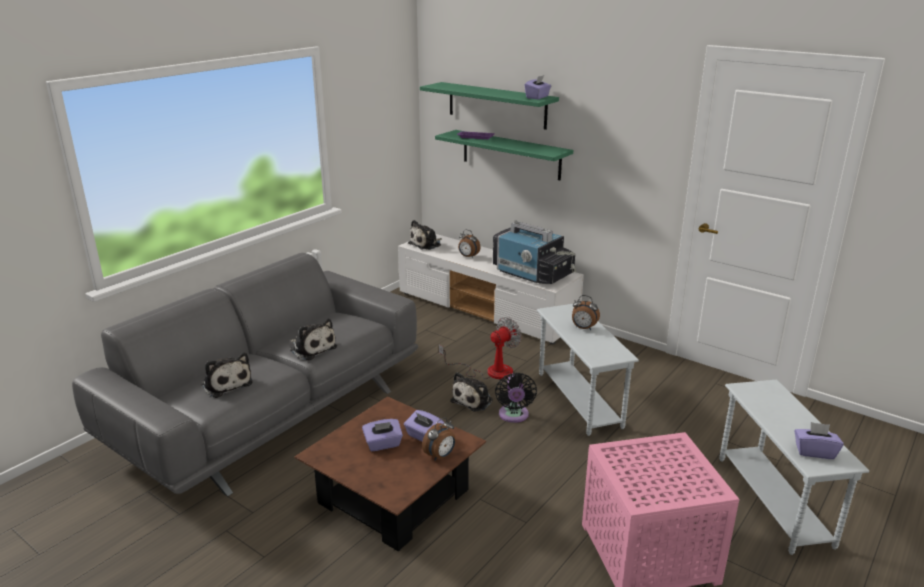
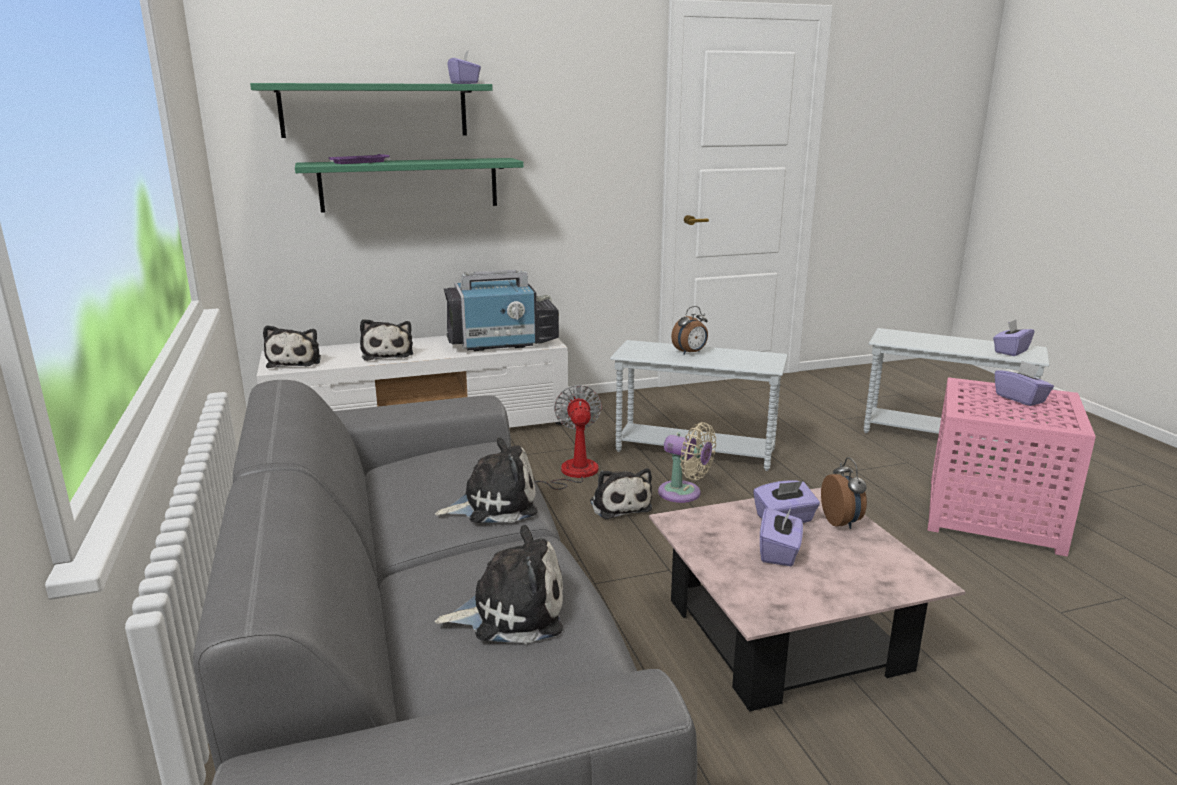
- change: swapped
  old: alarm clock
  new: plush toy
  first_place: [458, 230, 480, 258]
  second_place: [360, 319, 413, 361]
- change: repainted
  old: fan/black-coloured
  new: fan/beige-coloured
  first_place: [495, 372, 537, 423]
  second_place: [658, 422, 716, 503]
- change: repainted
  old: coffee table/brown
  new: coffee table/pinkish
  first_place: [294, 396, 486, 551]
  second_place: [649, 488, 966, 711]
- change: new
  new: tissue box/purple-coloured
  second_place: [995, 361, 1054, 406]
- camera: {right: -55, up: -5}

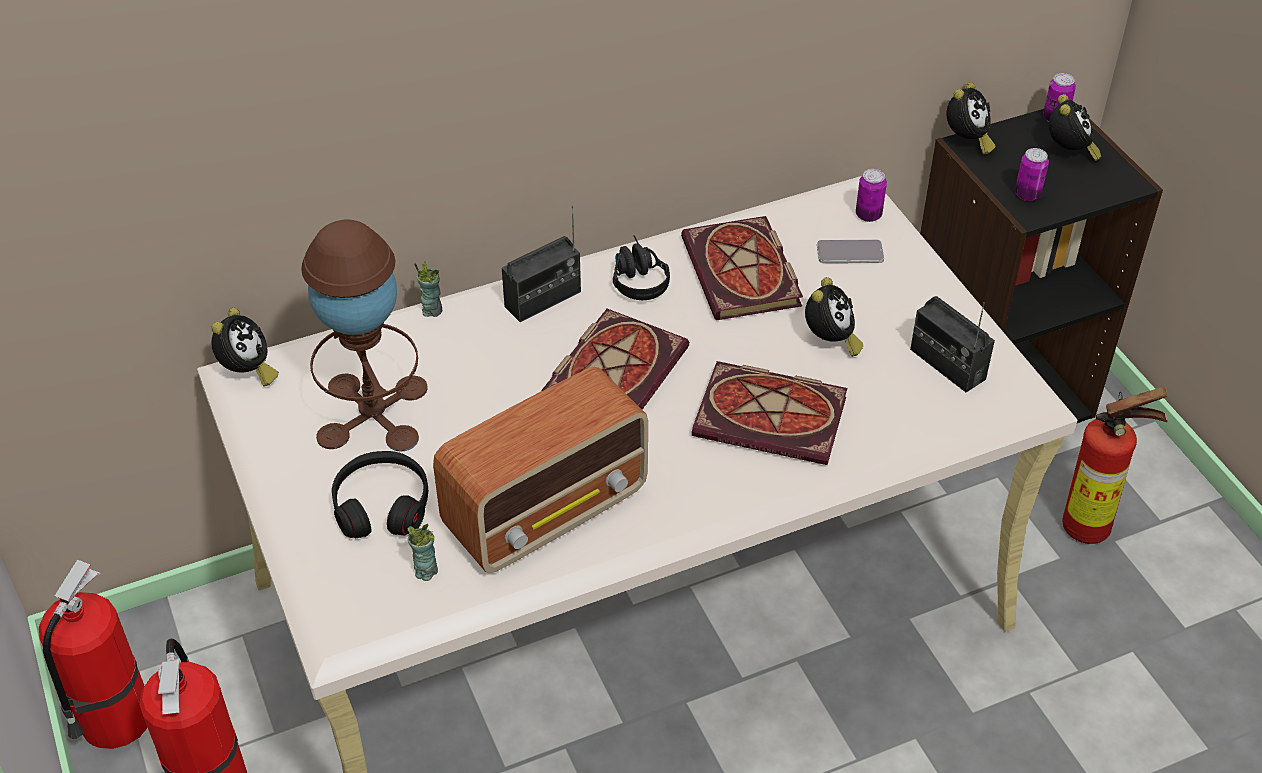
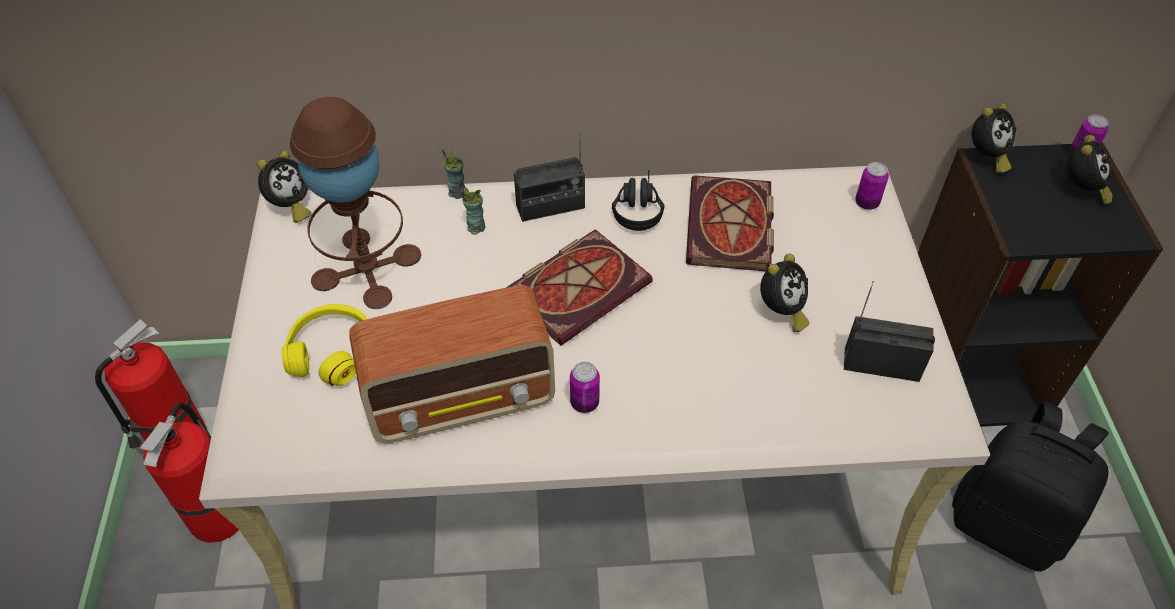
- change: shifted
  old: can
  first_place: [1015, 148, 1049, 201]
  second_place: [570, 362, 600, 413]
- change: gone
  old: telephone
  first_place: [817, 239, 884, 263]
- change: rotated
  old: radio receiver
  first_place: [910, 296, 995, 392]
  second_place: [844, 281, 935, 382]
  degrees: 120
- change: gone
  old: bound book
  first_place: [692, 361, 847, 465]
- change: swapped
  old: fire extinguisher
  new: backpack/black-coloured
  first_place: [1062, 387, 1167, 544]
  second_place: [952, 401, 1109, 572]
- change: repainted
  old: headphones/black-coloured
  new: headphones/yellow-coloured
  first_place: [332, 451, 428, 539]
  second_place: [282, 304, 367, 386]
- change: shifted
  old: drinking cup
  first_place: [407, 524, 438, 581]
  second_place: [461, 187, 485, 235]
- camera: {right: 20, up: 5}

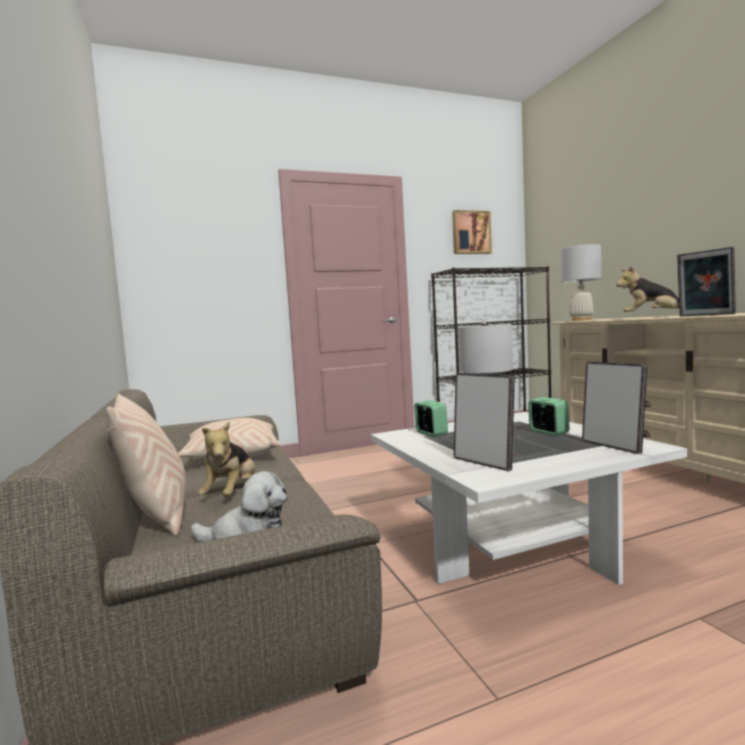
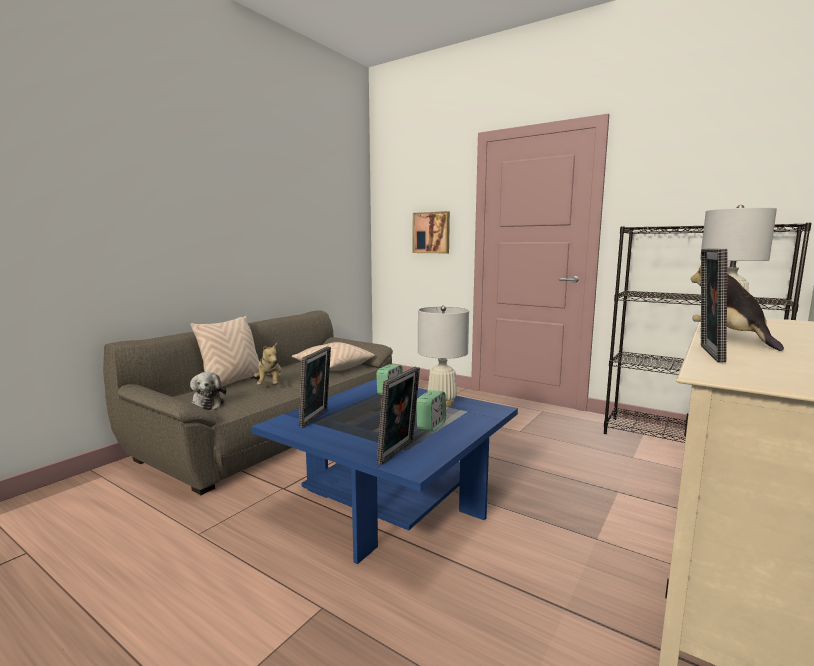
- change: shifted
  old: wall picture
  first_place: [452, 210, 492, 254]
  second_place: [413, 211, 450, 253]
- change: repainted
  old: coffee table/white-coloured
  new: coffee table/blue
  first_place: [371, 412, 687, 585]
  second_place: [251, 379, 518, 564]
- change: rotated
  old: plush toy
  first_place: [198, 422, 255, 496]
  second_place: [254, 343, 281, 385]
  degrees: -75
- camera: {right: 55, up: 5}

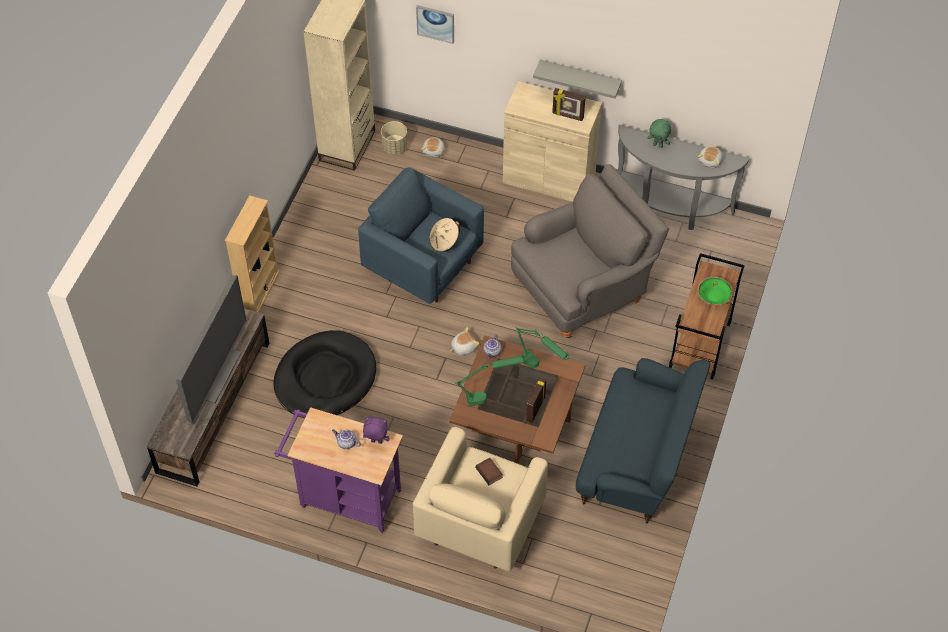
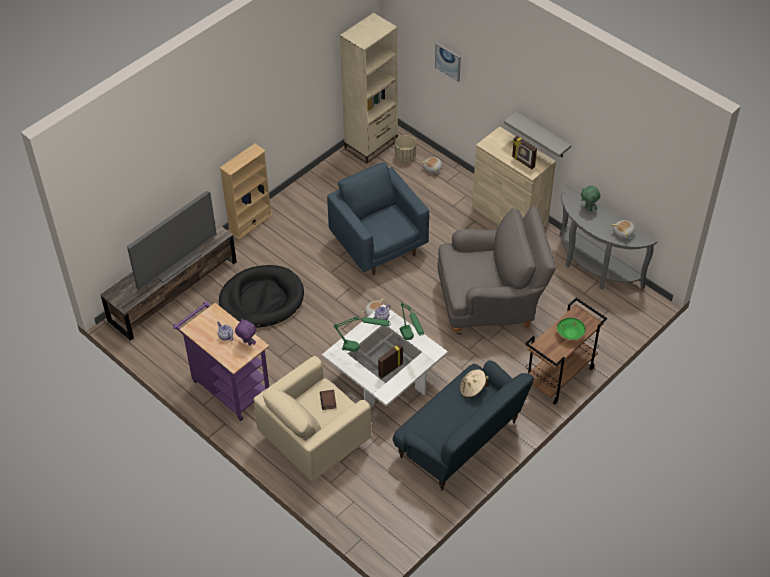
- change: shifted
  old: clothing hat/beige-coloured
  first_place: [429, 218, 460, 252]
  second_place: [460, 369, 489, 398]
- change: repainted
  old: coffee table/brown
  new: coffee table/white-coloured
  first_place: [449, 336, 585, 464]
  second_place: [322, 304, 448, 408]
- camera: {right: 25, up: -5}

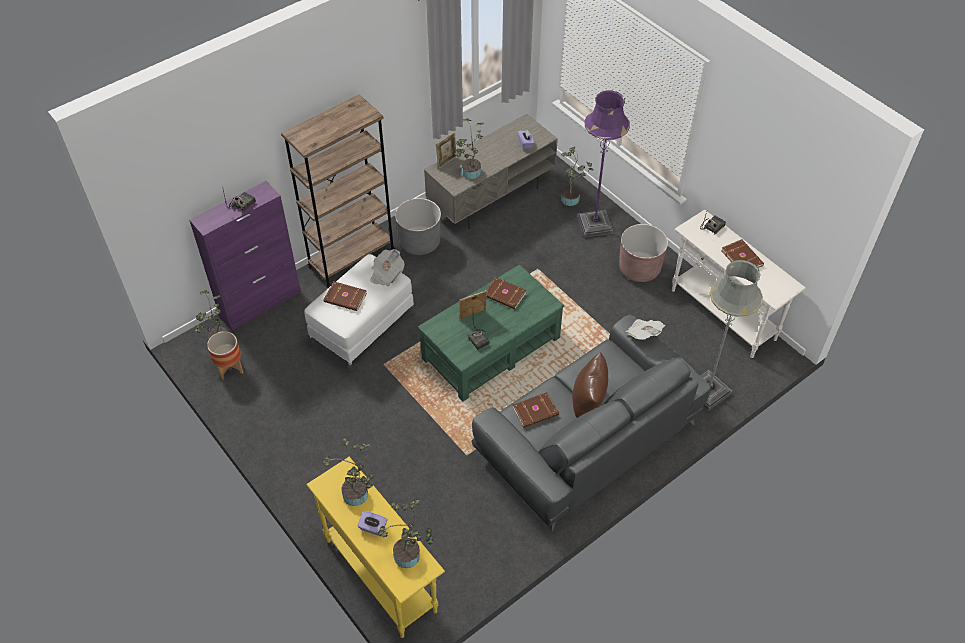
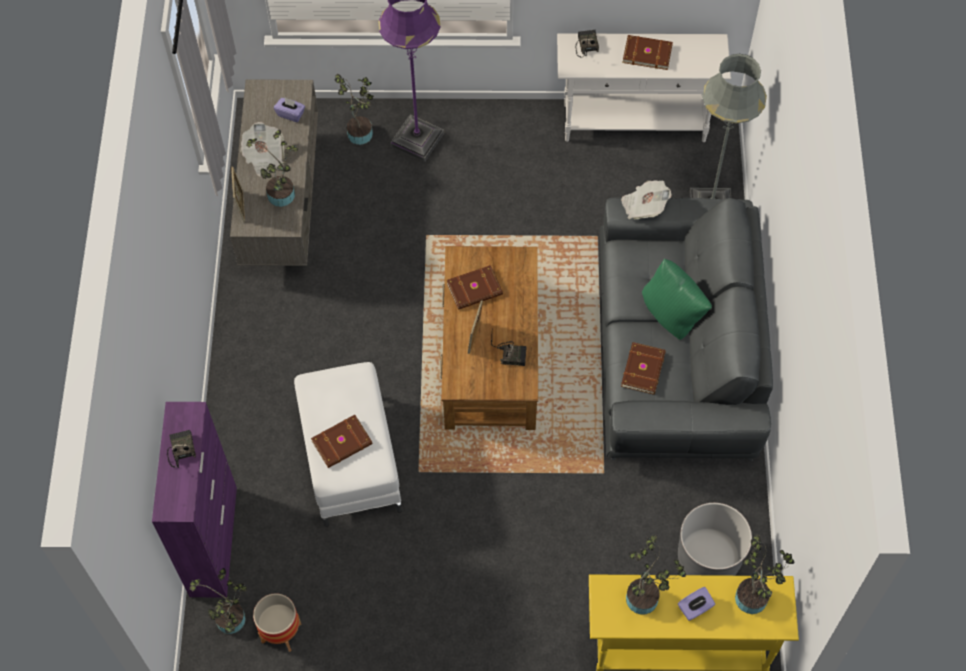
- change: gone
  old: bookshelf/brown
  first_place: [281, 95, 395, 288]
- change: shifted
  old: flower pot/gray
  first_place: [395, 198, 441, 255]
  second_place: [678, 503, 752, 576]
- change: gone
  old: flower pot/brown
  first_place: [619, 224, 668, 282]
- change: shifted
  old: daily paper
  first_place: [370, 249, 404, 286]
  second_place: [240, 122, 285, 177]
- change: repainted
  old: coffee table/green-coloured
  new: coffee table/brown
  first_place: [418, 264, 564, 401]
  second_place: [440, 246, 538, 430]
- change: repainted
  old: pillow/brown
  new: pillow/green-coloured
  first_place: [572, 352, 608, 418]
  second_place: [642, 258, 712, 340]
- camera: {right: -50, up: 10}

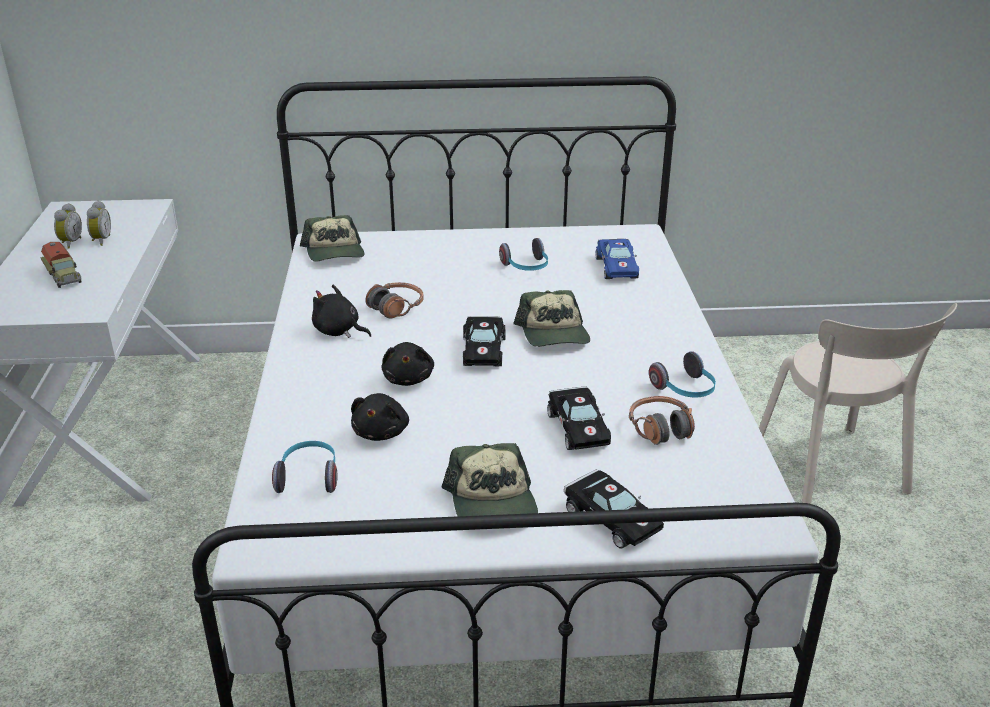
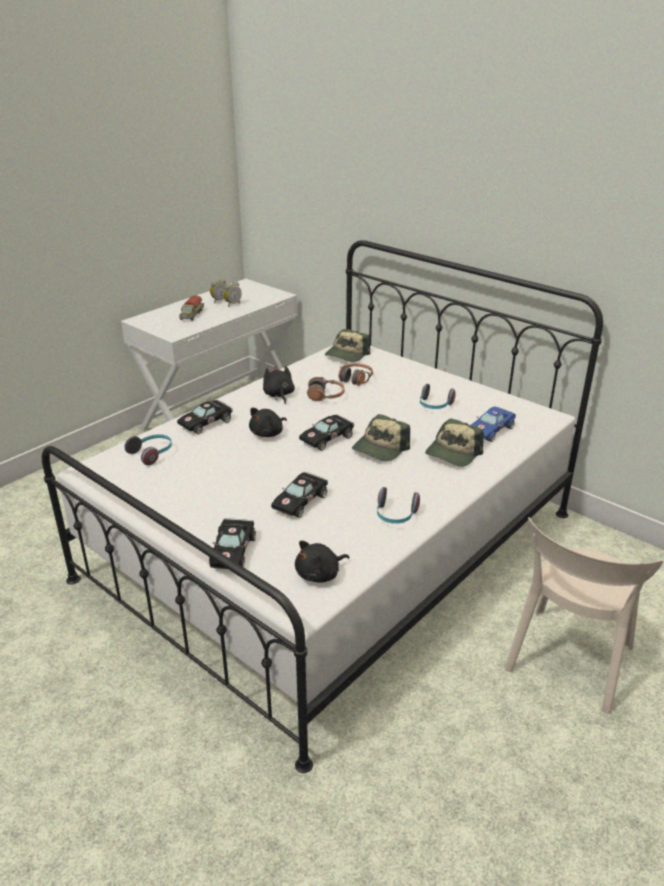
- change: shifted
  old: plush toy/black-coloured
  first_place: [351, 393, 409, 441]
  second_place: [295, 541, 349, 583]
- change: shifted
  old: headphones
  first_place: [629, 396, 695, 445]
  second_place: [338, 363, 373, 386]
- change: shifted
  old: cap
  first_place: [442, 443, 538, 516]
  second_place: [425, 418, 484, 467]
- change: new
  new: miniature car/black-coloured
  second_place: [177, 400, 233, 434]
- camera: {right: 45, up: 0}

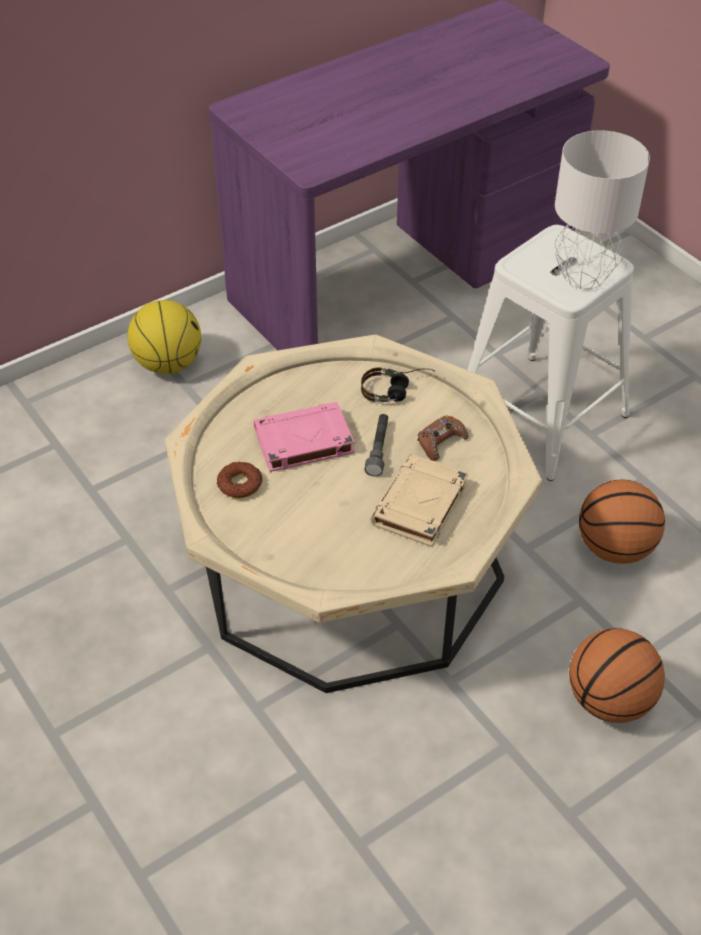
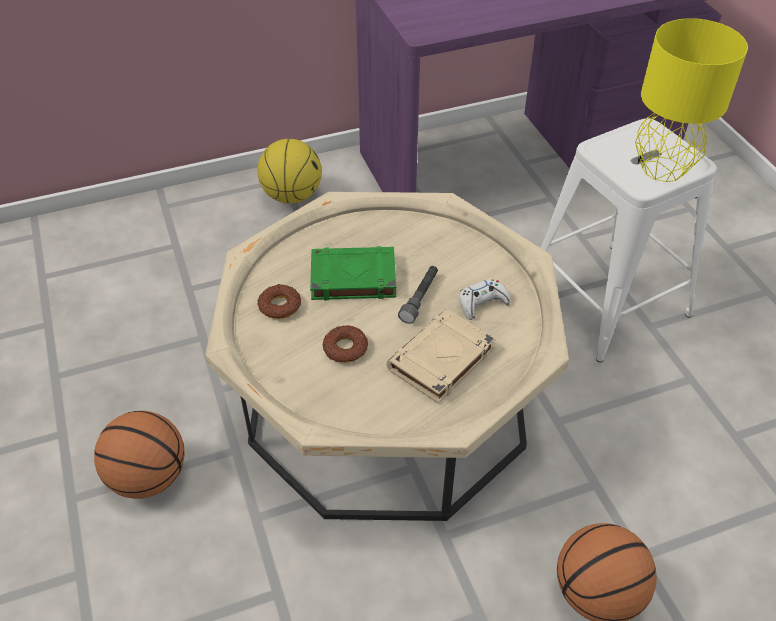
- change: repainted
  old: table lamp/white-coloured
  new: table lamp/yellow-coloured
  first_place: [554, 130, 650, 289]
  second_place: [635, 18, 748, 182]
- change: gone
  old: headphones
  first_place: [361, 367, 436, 402]
- change: repainted
  old: bound book/pinkish
  new: bound book/green-coloured
  first_place: [253, 402, 355, 472]
  second_place: [310, 246, 396, 300]
- change: repainted
  old: joypad/brown
  new: joypad/white-coloured
  first_place: [417, 416, 469, 461]
  second_place: [459, 279, 511, 320]
- change: shifted
  old: ball for basketball
  first_place: [579, 479, 665, 564]
  second_place: [94, 411, 185, 499]
- change: new
  new: doughnut
  second_place: [323, 325, 368, 363]
- camera: {right: 15, up: 0}

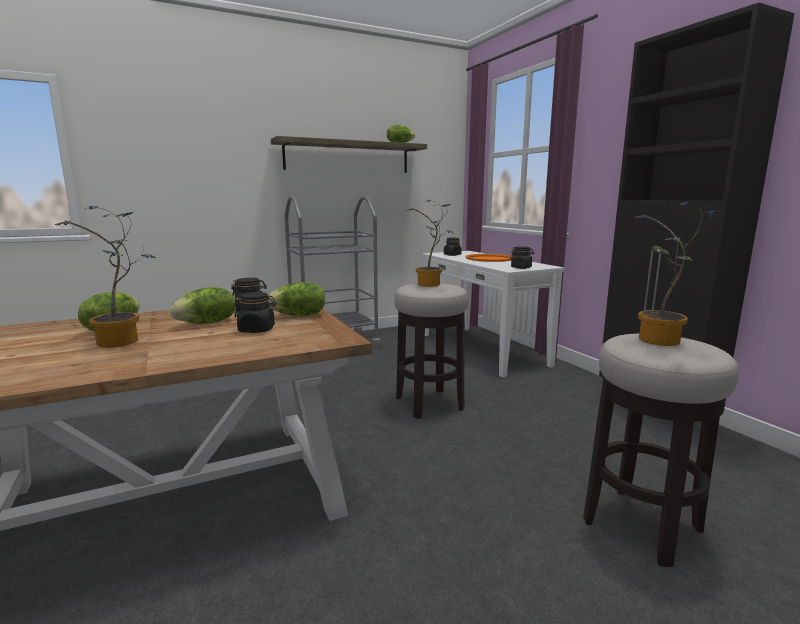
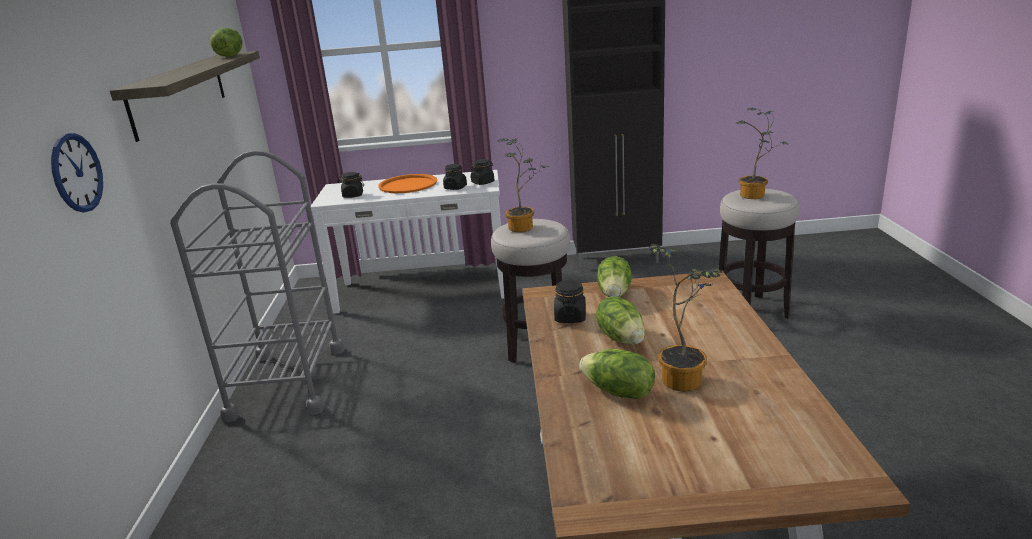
- change: shifted
  old: jar/black-coloured
  first_place: [235, 292, 277, 333]
  second_place: [443, 164, 467, 190]
- change: new
  new: clock on the wall
  second_place: [51, 133, 103, 212]
- camera: {right: -65, up: 10}

